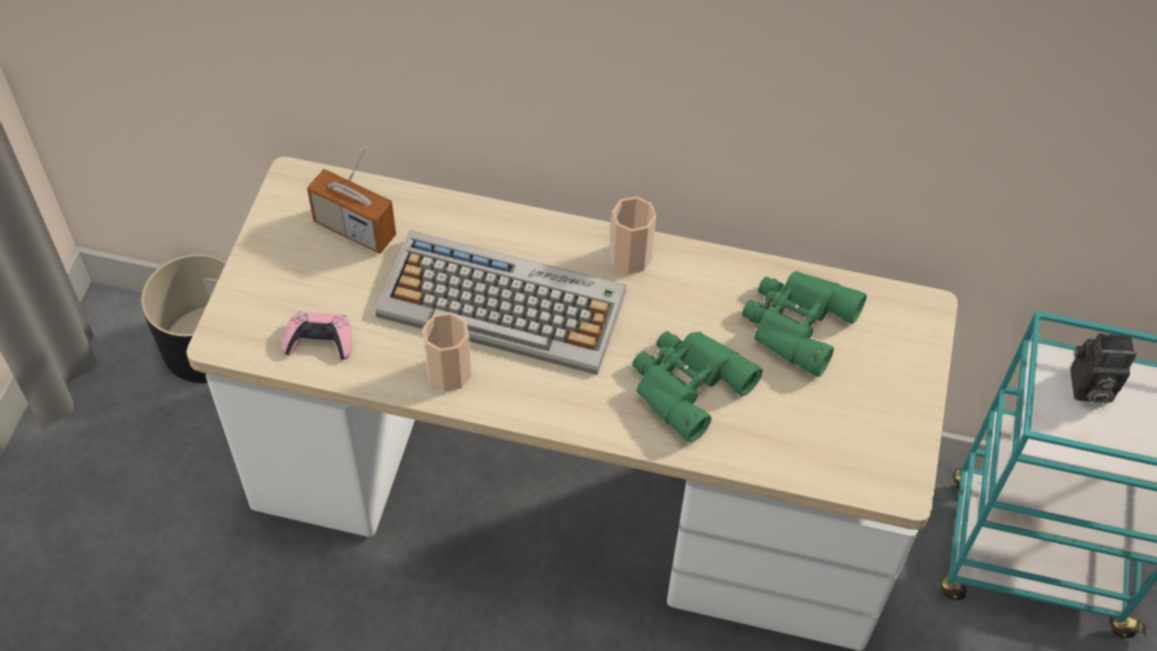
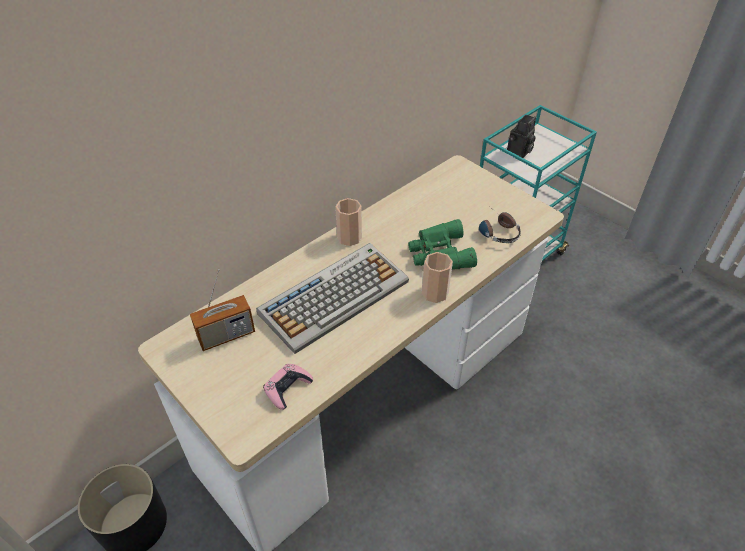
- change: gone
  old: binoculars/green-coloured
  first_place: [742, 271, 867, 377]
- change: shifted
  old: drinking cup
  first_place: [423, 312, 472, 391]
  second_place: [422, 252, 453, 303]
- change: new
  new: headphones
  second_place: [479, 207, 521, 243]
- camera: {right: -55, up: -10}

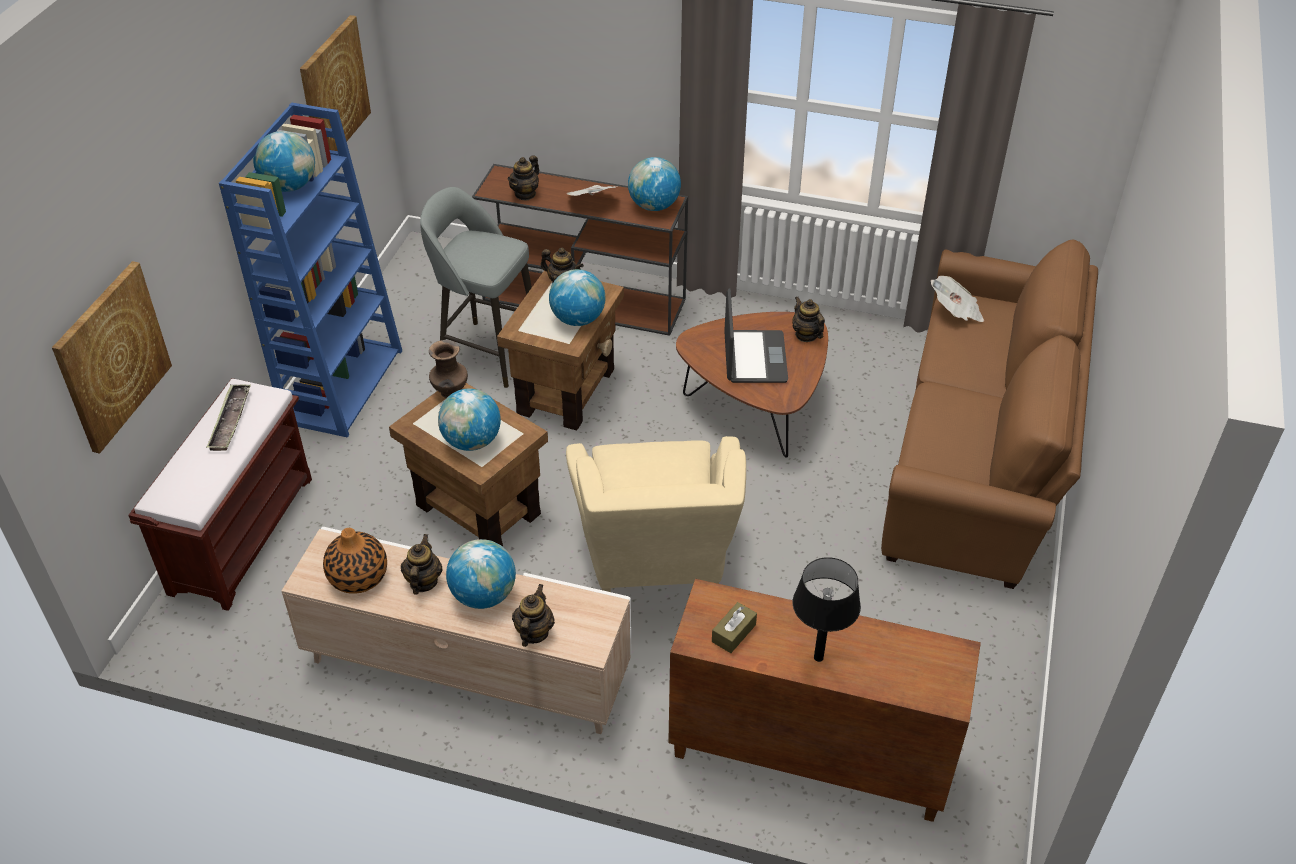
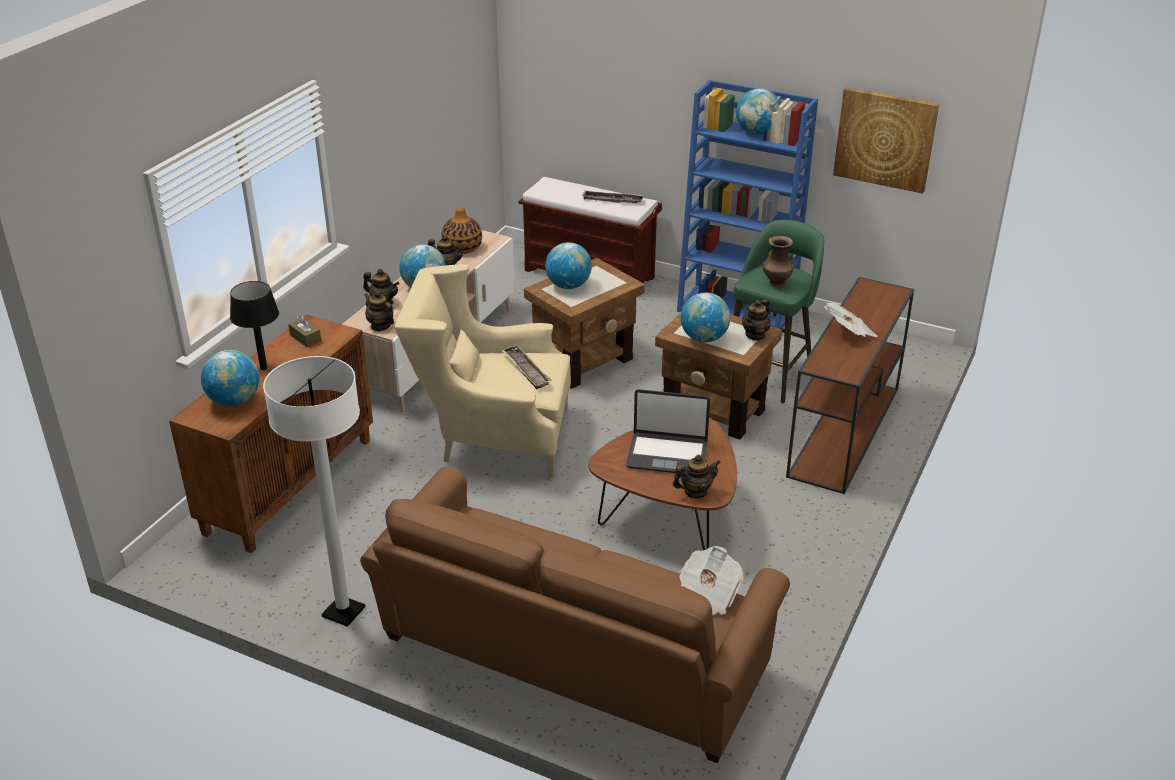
- change: shifted
  old: teapot
  first_place: [508, 155, 539, 200]
  second_place: [364, 291, 394, 331]
- change: shifted
  old: desk globe
  first_place: [628, 157, 681, 211]
  second_place: [201, 350, 259, 406]
- change: repainted
  old: stool/gray
  new: stool/green-coloured
  first_place: [420, 187, 532, 388]
  second_place: [733, 220, 824, 403]
- change: gone
  old: wall picture
  first_place: [52, 261, 172, 454]
- change: shifted
  old: flower vase/brown
  first_place: [429, 340, 468, 398]
  second_place: [763, 236, 794, 287]
- change: new
  new: tray
  second_place: [502, 345, 551, 389]
- change: new
  new: standard lamp/white-coloured
  second_place: [263, 356, 365, 627]
- camera: {right: 100, up: -10}

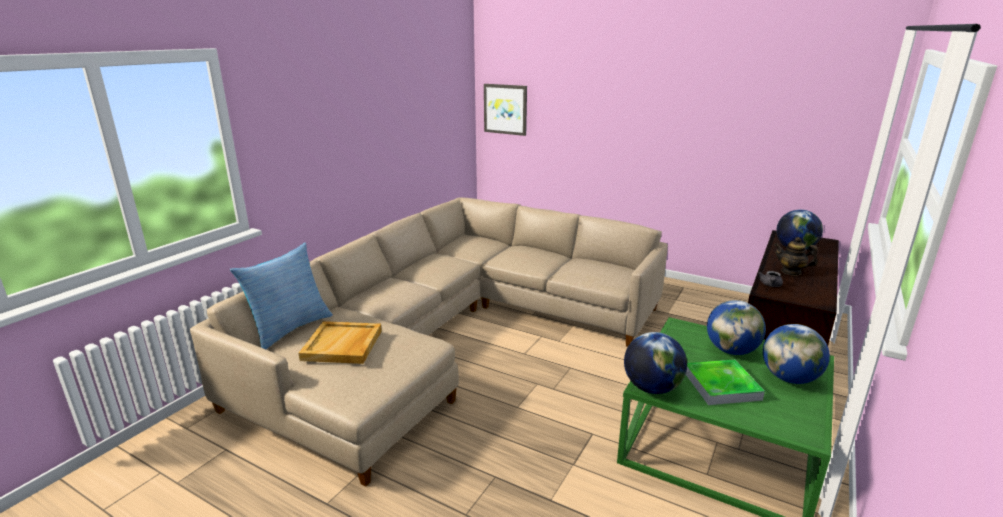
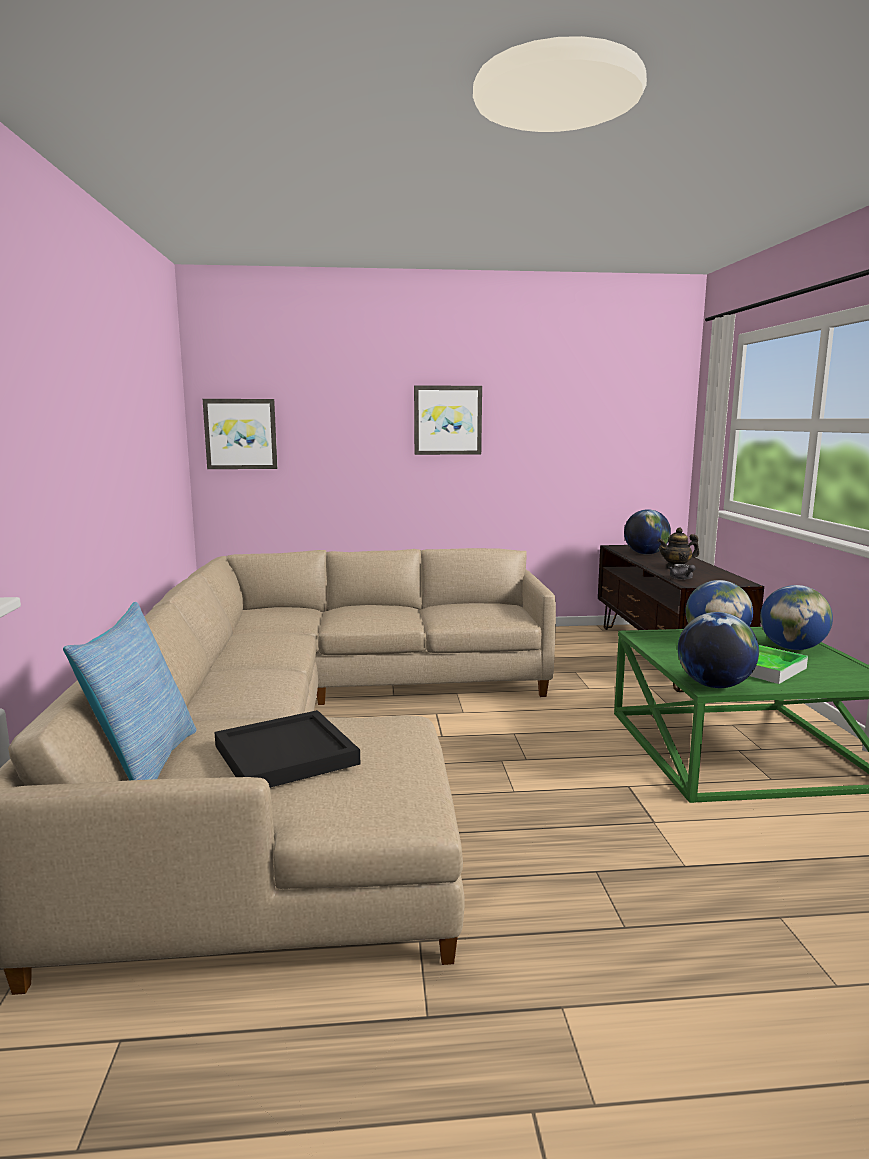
- change: repainted
  old: tray/beige-coloured
  new: tray/black-coloured
  first_place: [299, 321, 382, 364]
  second_place: [215, 710, 360, 788]
- change: new
  new: wall picture
  second_place: [414, 385, 482, 455]
- camera: {right: -35, up: -10}

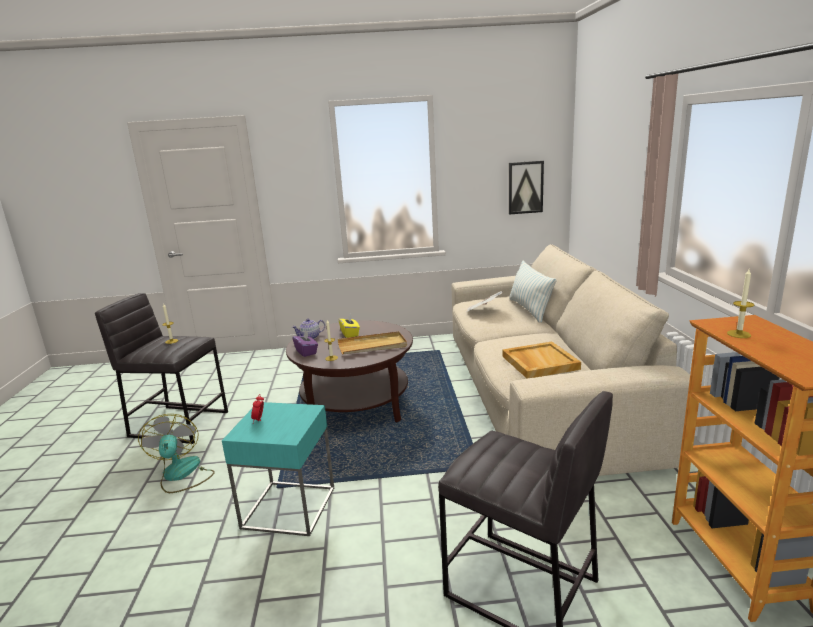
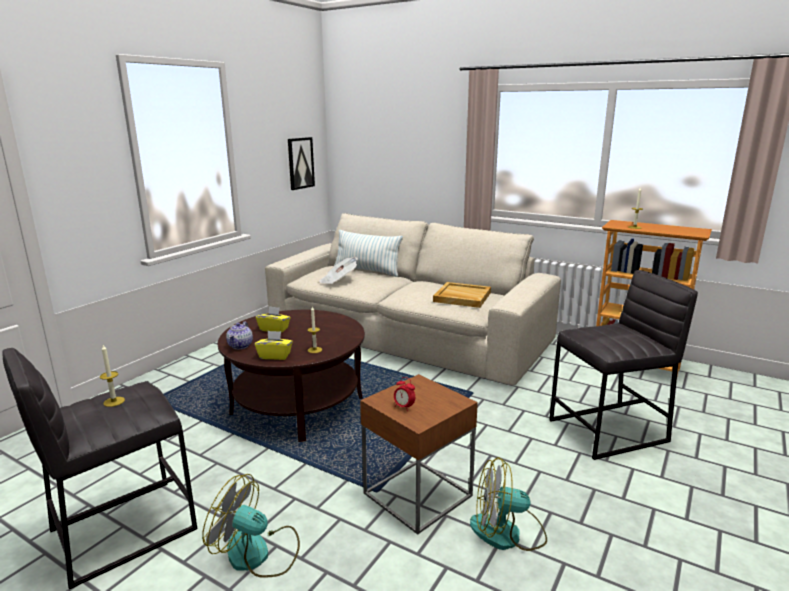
- change: repainted
  old: tissue box/purple-coloured
  new: tissue box/yellow-coloured
  first_place: [292, 331, 318, 357]
  second_place: [255, 331, 293, 360]
- change: gone
  old: tray/beige-coloured
  first_place: [337, 331, 407, 355]
- change: repainted
  old: accent table/turquoise-coloured
  new: accent table/brown
  first_place: [222, 402, 334, 536]
  second_place: [360, 374, 478, 535]
- change: new
  new: fan
  second_place: [470, 457, 547, 551]
- camera: {right: -55, up: 0}

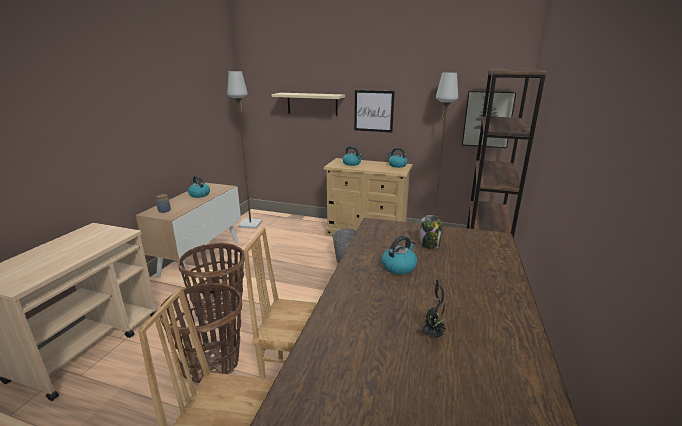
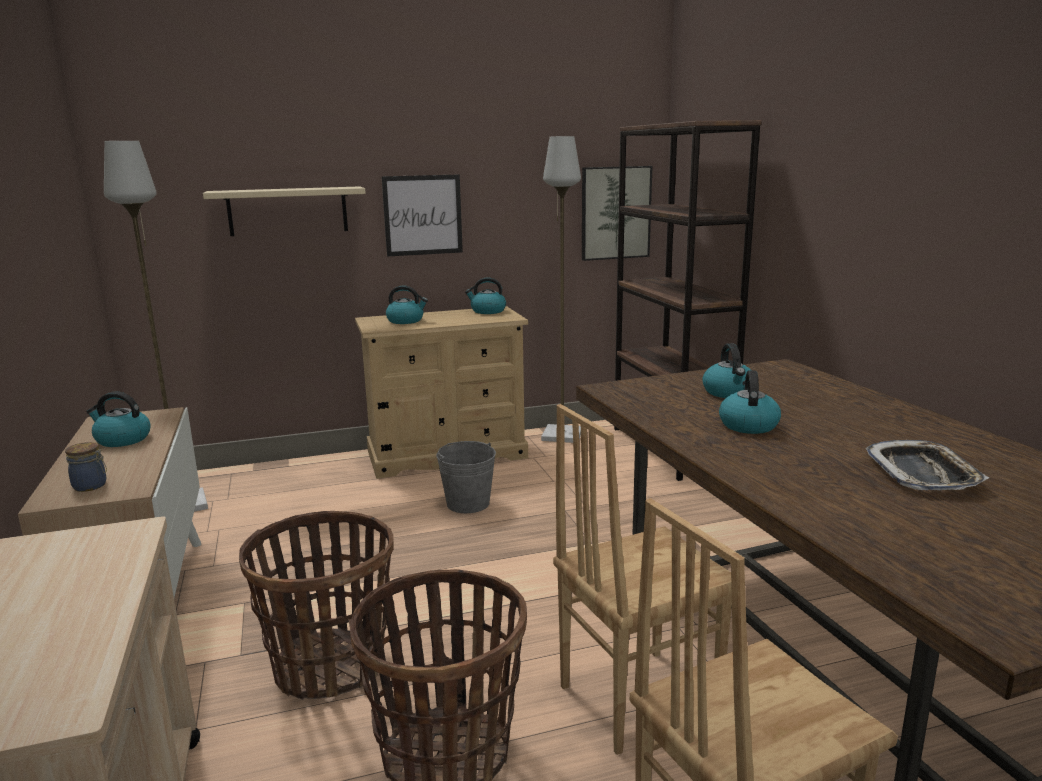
- change: swapped
  old: jar
  new: tea kettle
  first_place: [419, 215, 442, 249]
  second_place: [702, 343, 751, 398]
- change: swapped
  old: houseplant
  new: tray
  first_place: [421, 274, 446, 338]
  second_place: [865, 440, 989, 490]
- camera: {right: -35, up: -5}

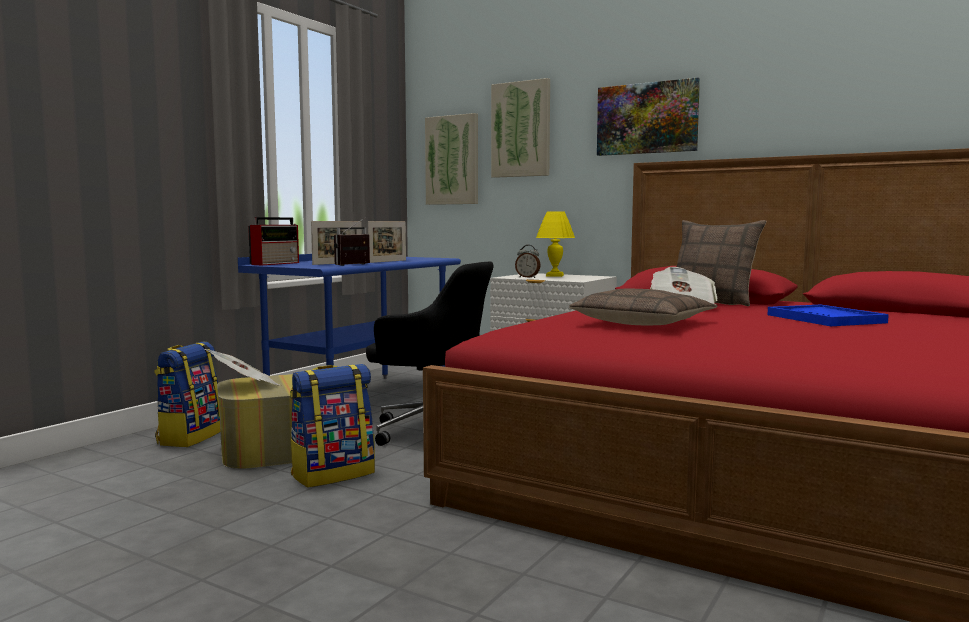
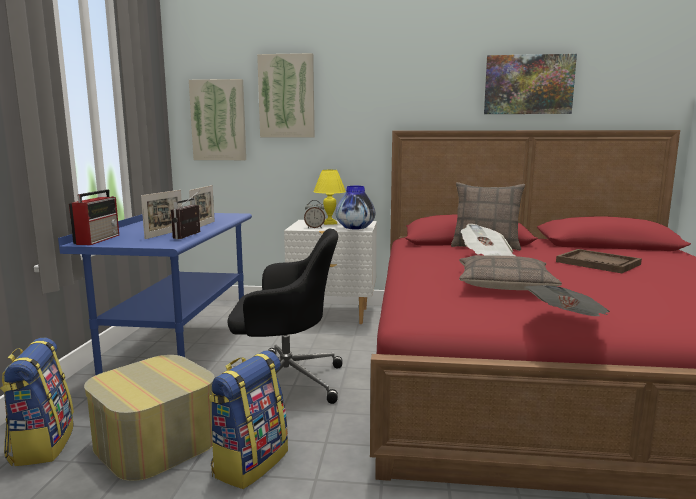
- change: shifted
  old: wall picture
  first_place: [597, 77, 700, 156]
  second_place: [484, 54, 577, 114]
- change: repainted
  old: tray/blue
  new: tray/brown
  first_place: [768, 304, 889, 326]
  second_place: [556, 249, 642, 273]
- change: shifted
  old: daily paper
  first_place: [205, 349, 281, 386]
  second_place: [524, 285, 609, 316]
- change: new
  new: flower vase
  second_place: [336, 186, 375, 229]
- camera: {right: -25, up: 5}

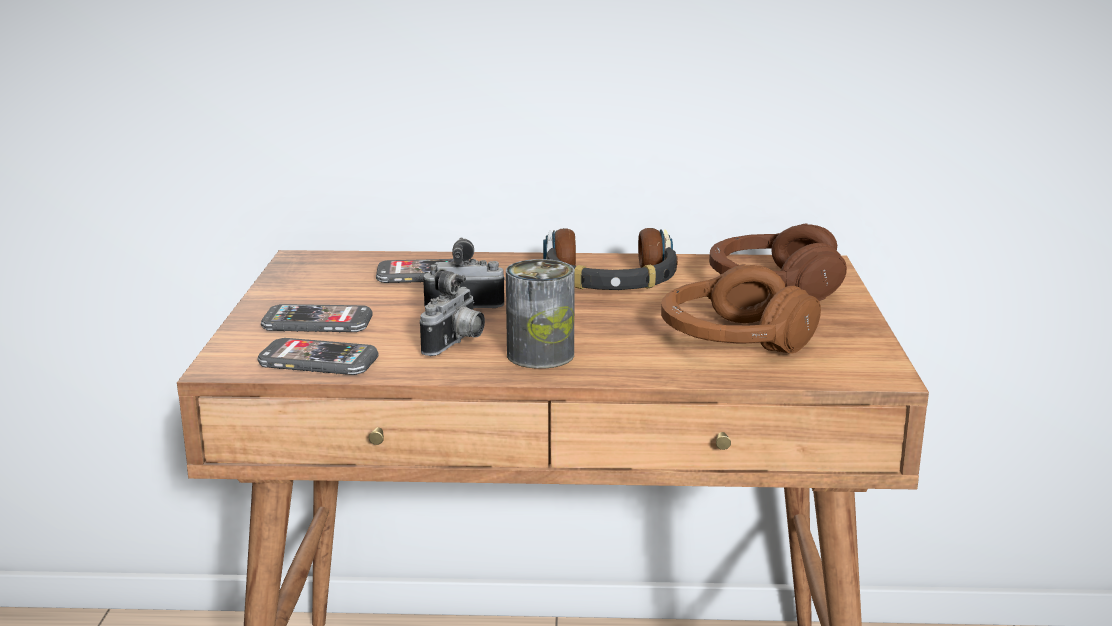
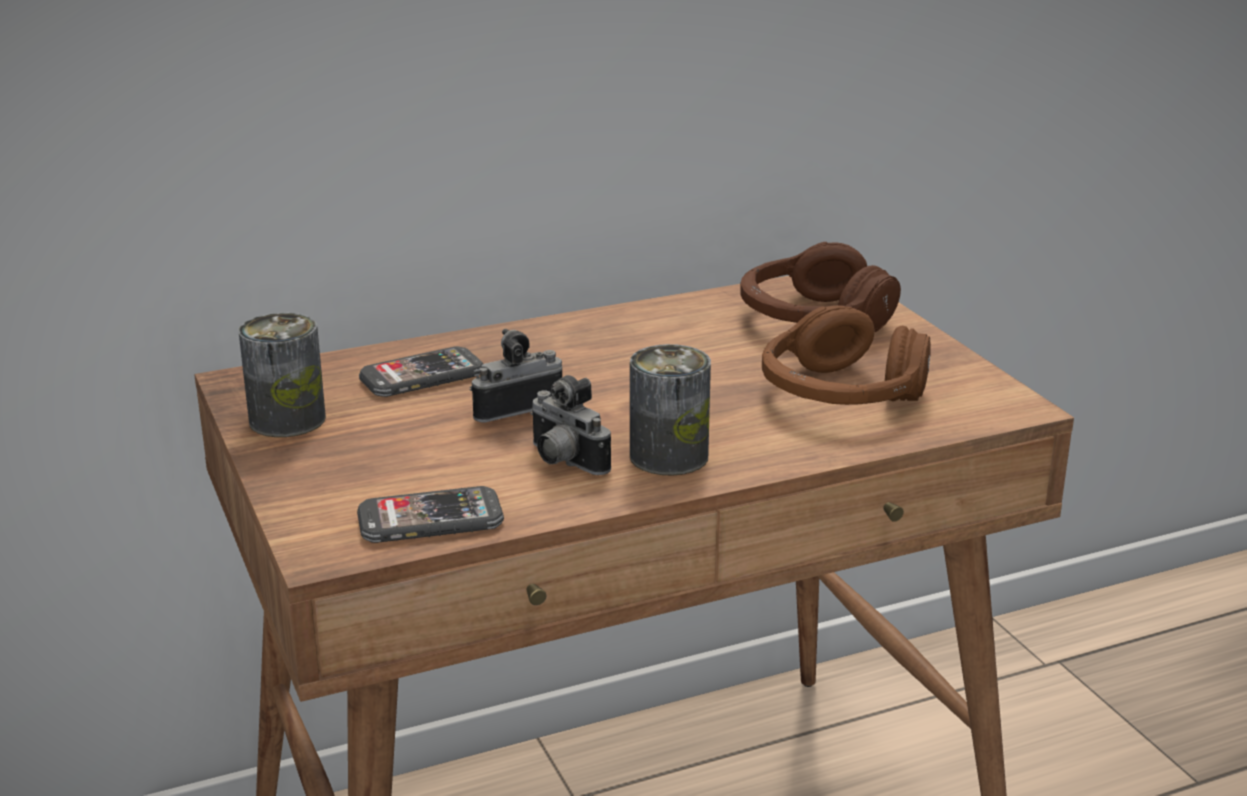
- change: gone
  old: headphones
  first_place: [543, 228, 678, 290]
- change: rotated
  old: still camera
  first_place: [420, 271, 485, 356]
  second_place: [530, 375, 611, 475]
  degrees: 135
- change: gone
  old: telephone
  first_place: [261, 304, 373, 332]
- change: new
  new: can
  second_place: [238, 313, 326, 437]
- camera: {right: -25, up: 5}

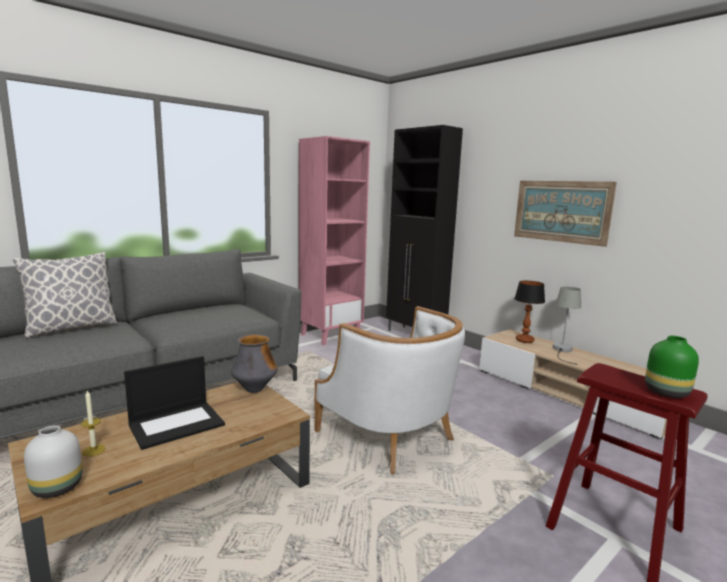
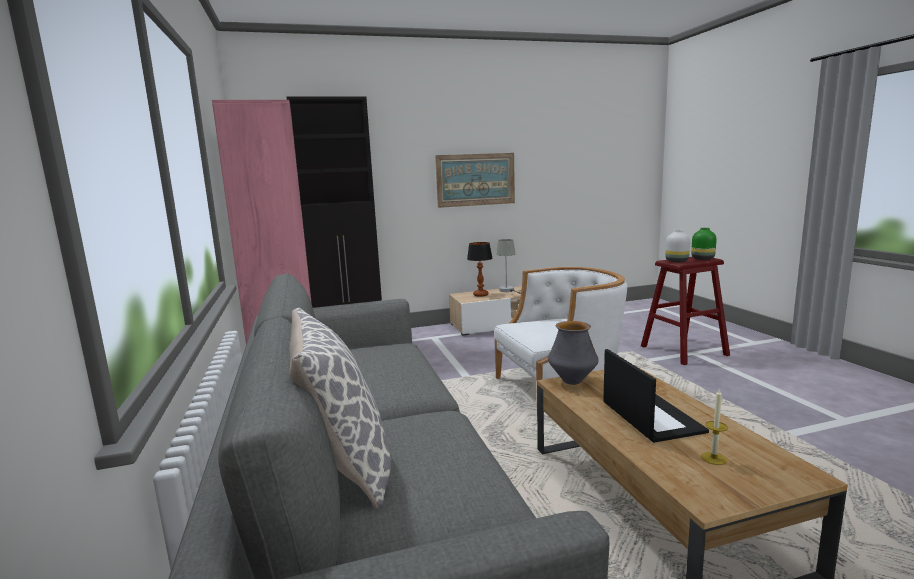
- change: shifted
  old: flower vase/white-coloured
  first_place: [24, 426, 82, 498]
  second_place: [665, 230, 690, 262]
- camera: {right: -65, up: 0}

